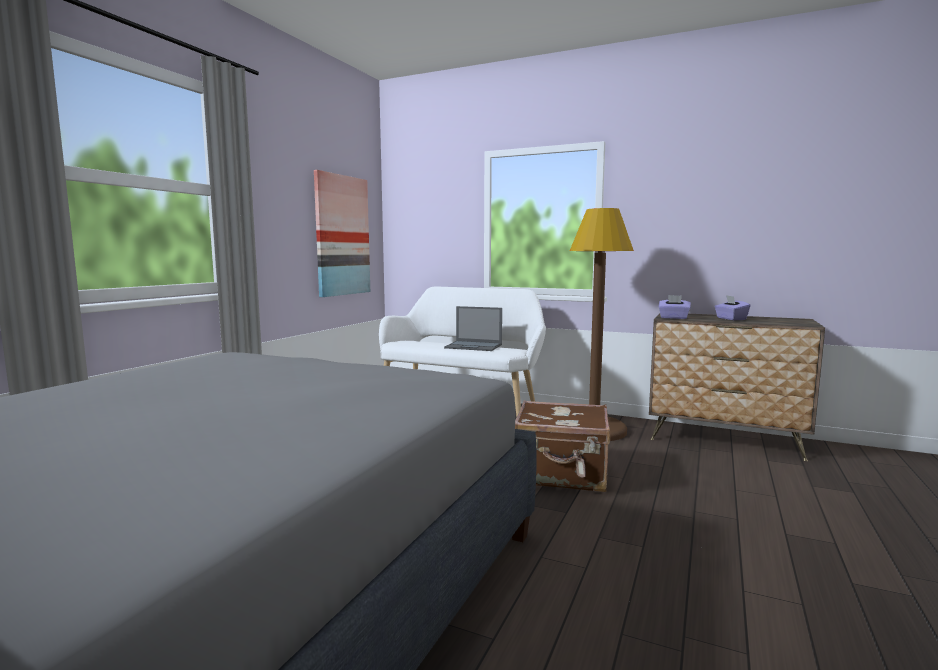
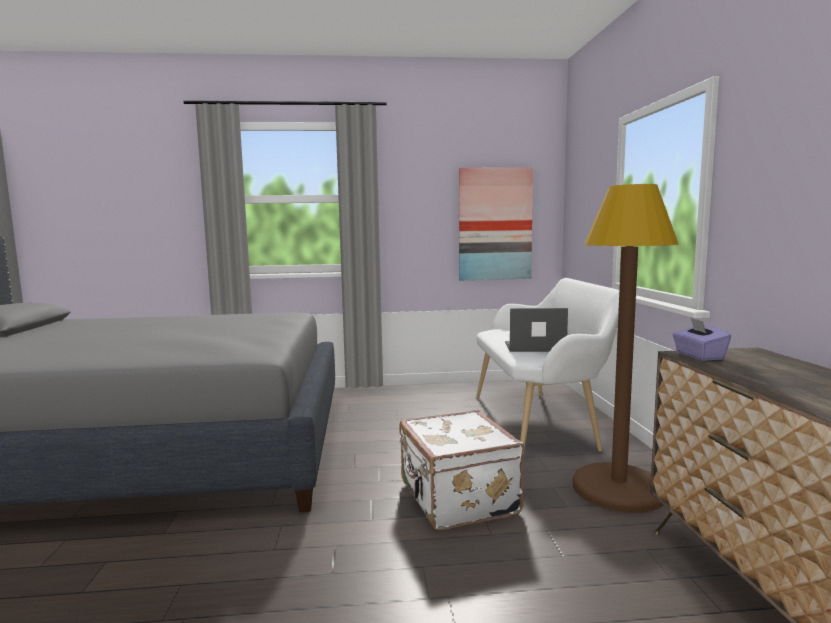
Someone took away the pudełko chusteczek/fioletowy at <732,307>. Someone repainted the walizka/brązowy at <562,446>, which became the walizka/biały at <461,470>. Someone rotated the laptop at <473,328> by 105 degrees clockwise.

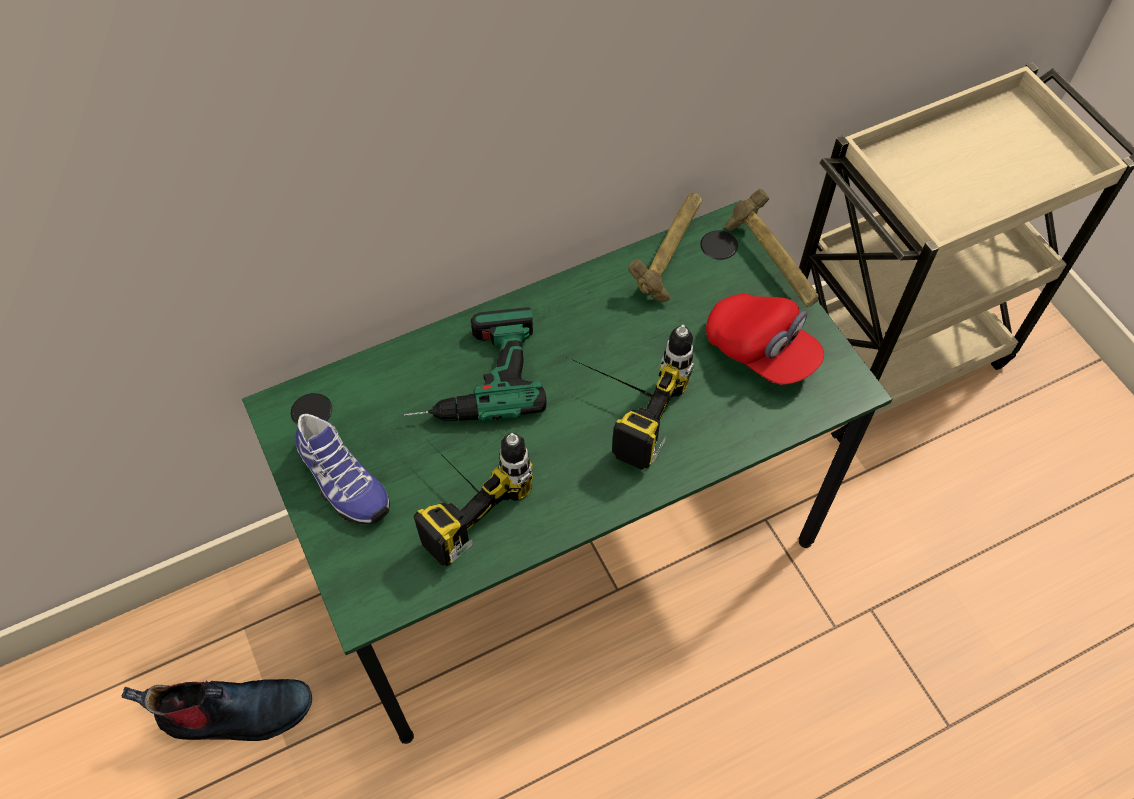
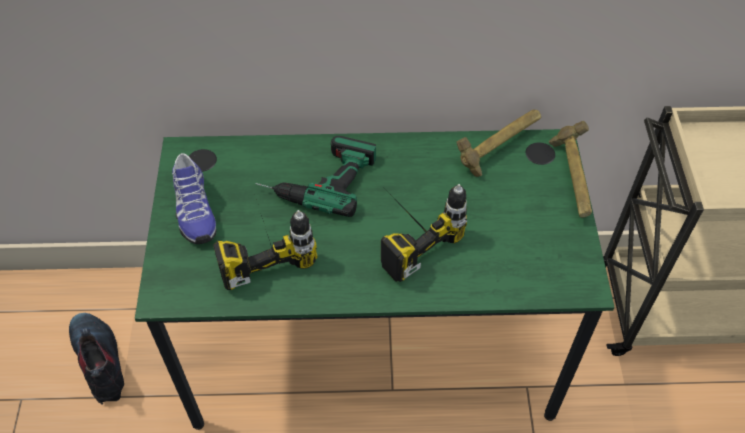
Someone took away the czapka z daszkiem/czerwony at <765,339>. Someone rotated the but z cholewką at <217,710> by 135 degrees counterclockwise.

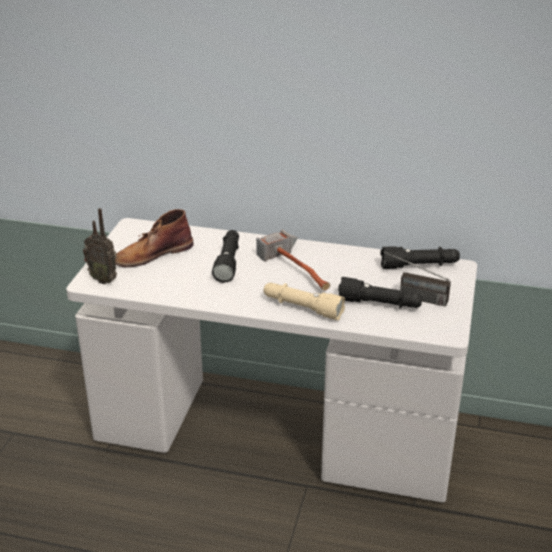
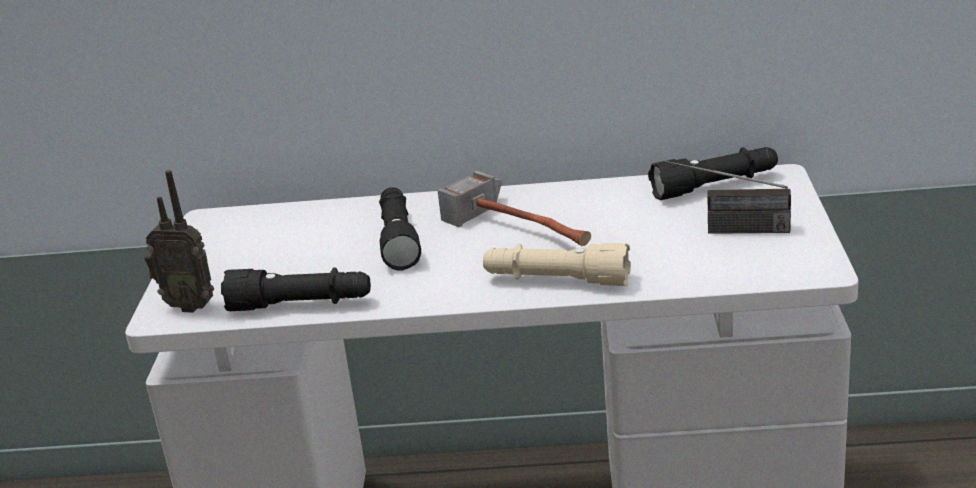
Someone took away the but z cholewką/brązowy at <154,238>. Someone carried the latarka/czarny from <380,293> to <296,289>.

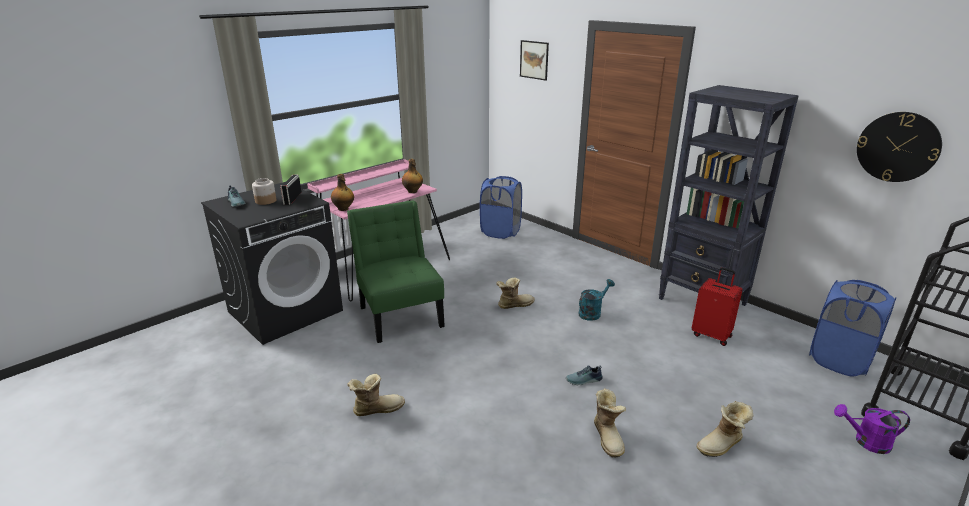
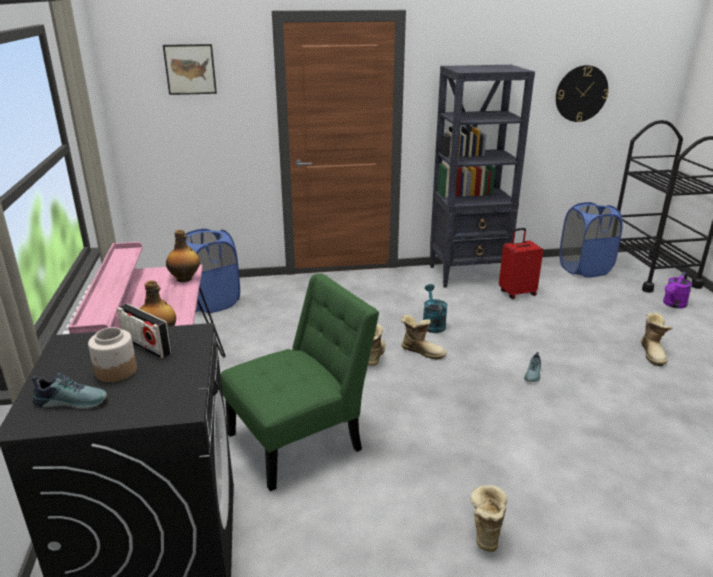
Someone carried the but z cholewką from <610,423> to <424,337>. Someone rotated the krzesło/zielony at <396,271> by 135 degrees clockwise.

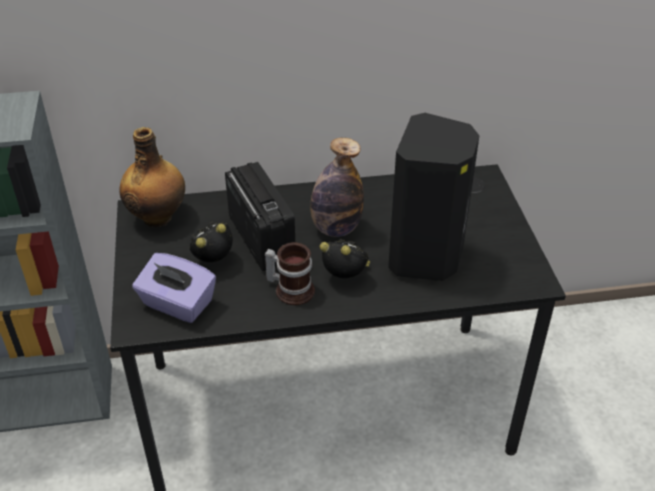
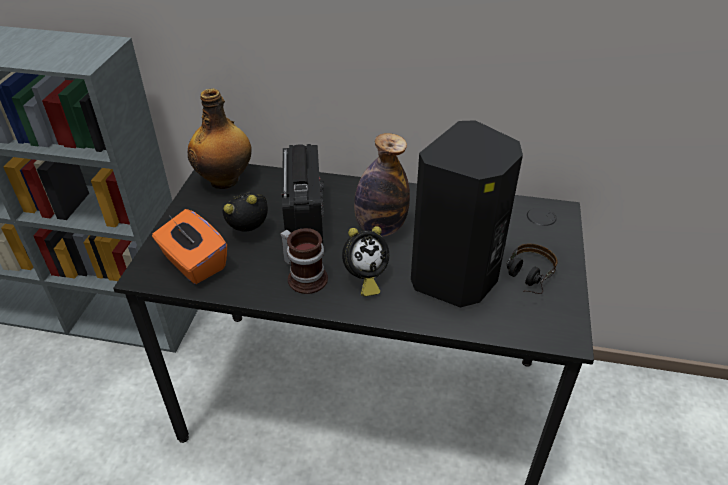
Someone put down the słuchawki at <532,269>. Someone repainted the pudełko chusteczek/fioletowy at <174,288>, which became the pudełko chusteczek/pomarańczowy at <189,246>. Someone rotated the budzik at <345,258> by 105 degrees clockwise.

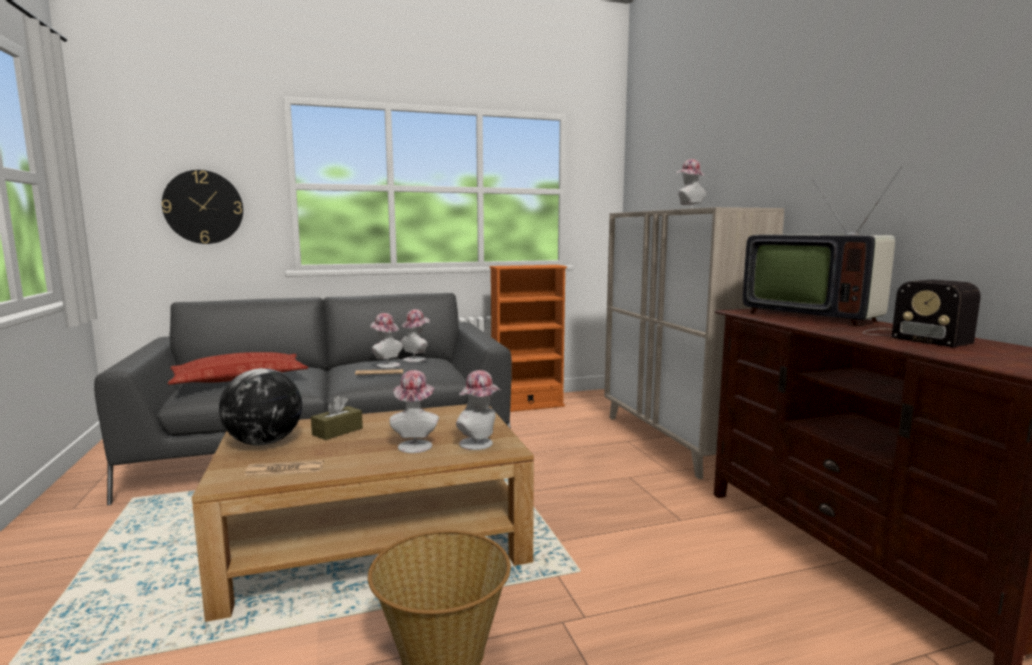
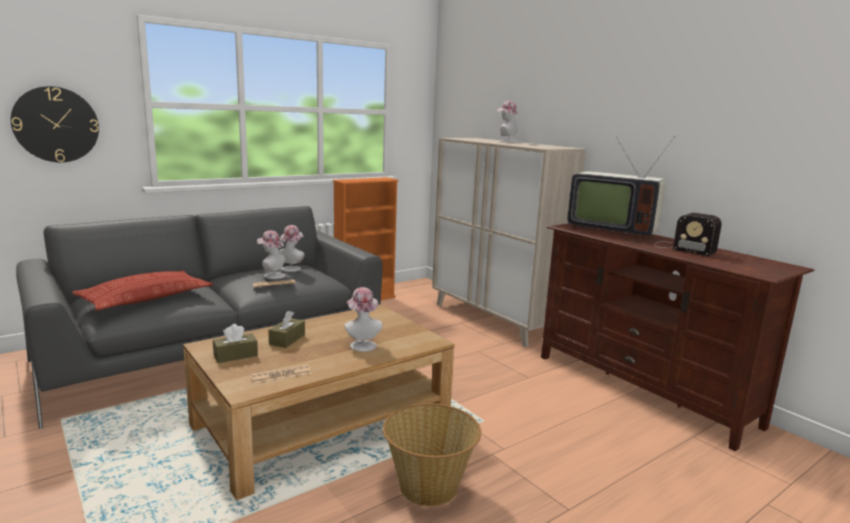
Someone took away the kapelusz at <479,410>. Someone swapped the globus at <260,407> for the pudełko chusteczek/brązowy at <235,343>.

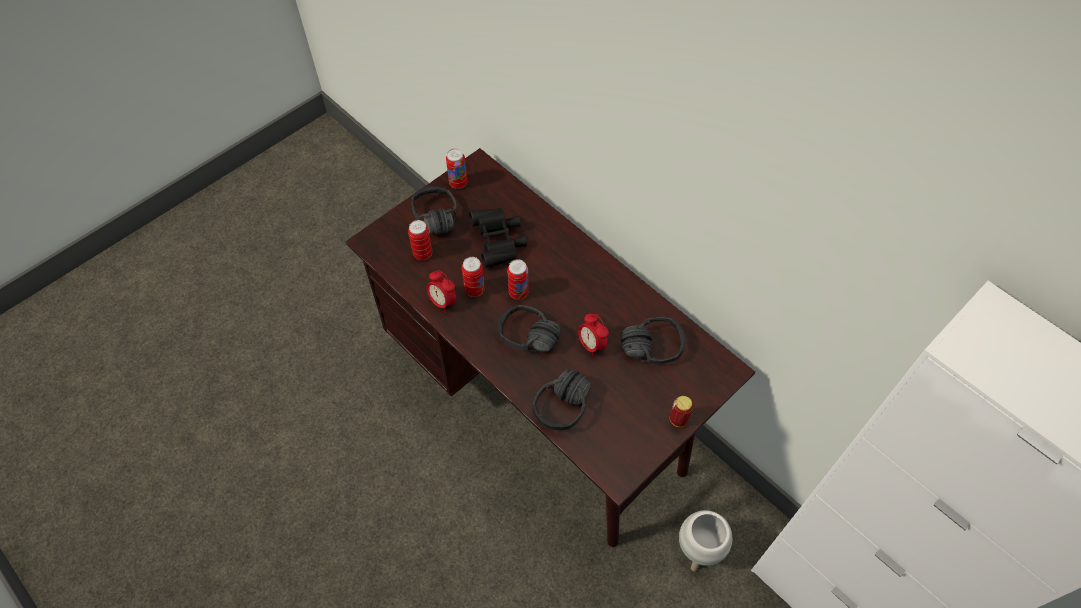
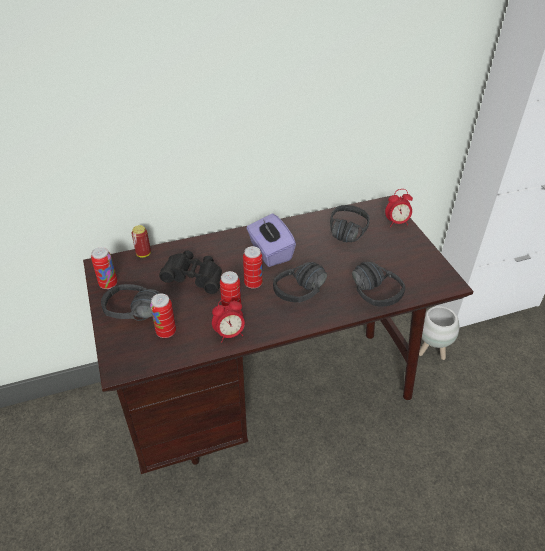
Someone put down the pudełko chusteczek/fioletowy at <271,240>. Someone carried the budzik from <593,335> to <399,208>. Someone carried the puszka from <681,411> to <141,241>.

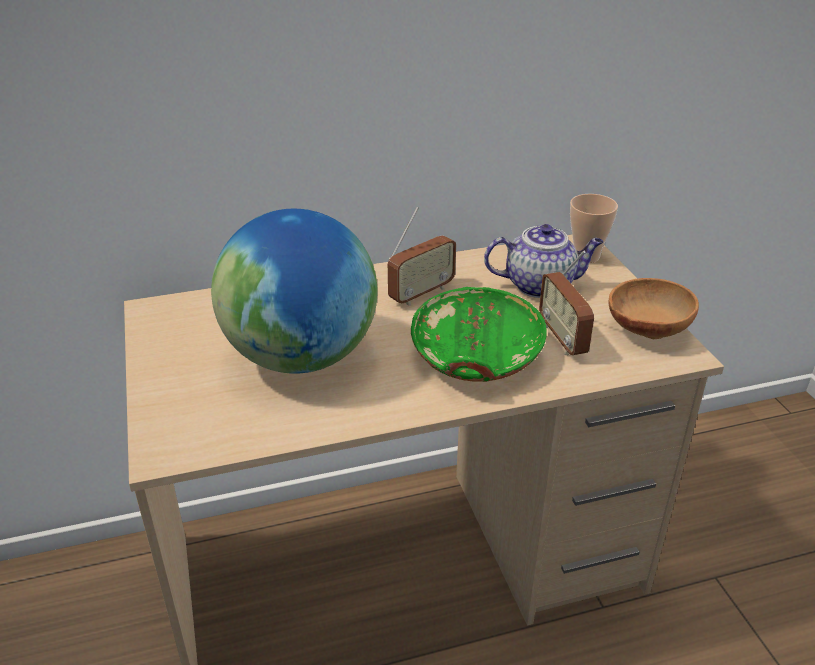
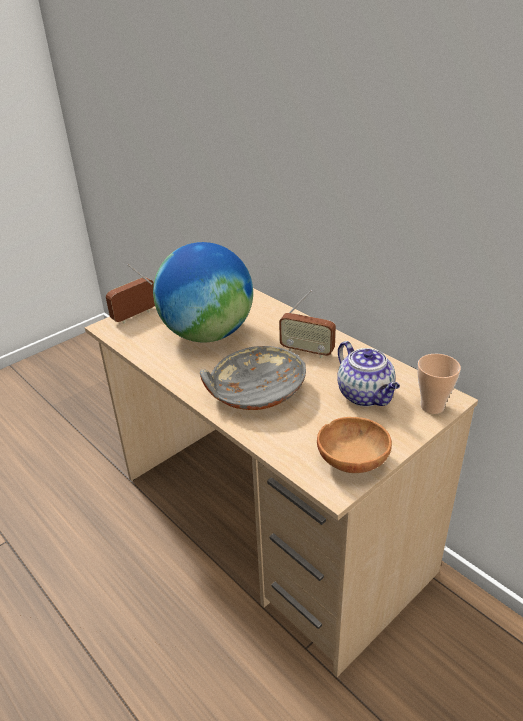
Someone carried the radio from <566,303> to <130,293>. Someone repainted the miska/zielony at <479,334>, which became the miska/szary at <253,378>.

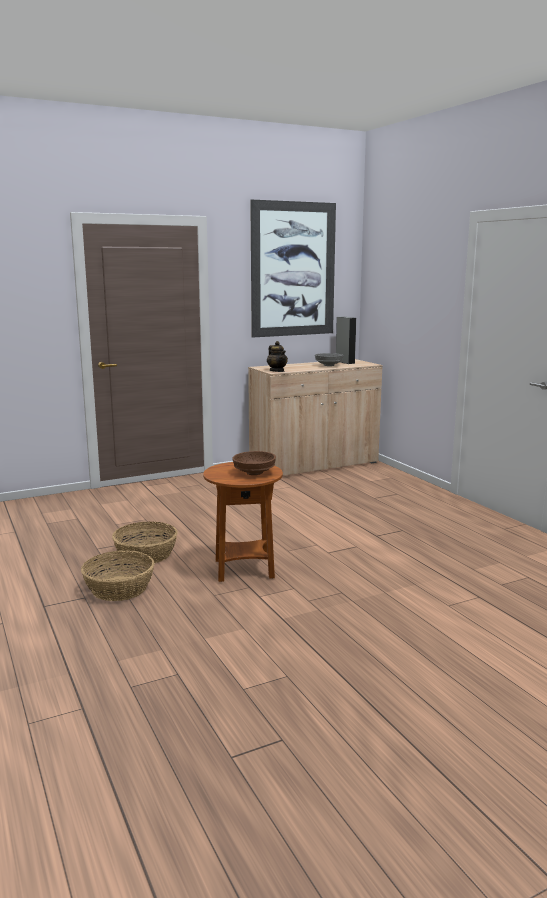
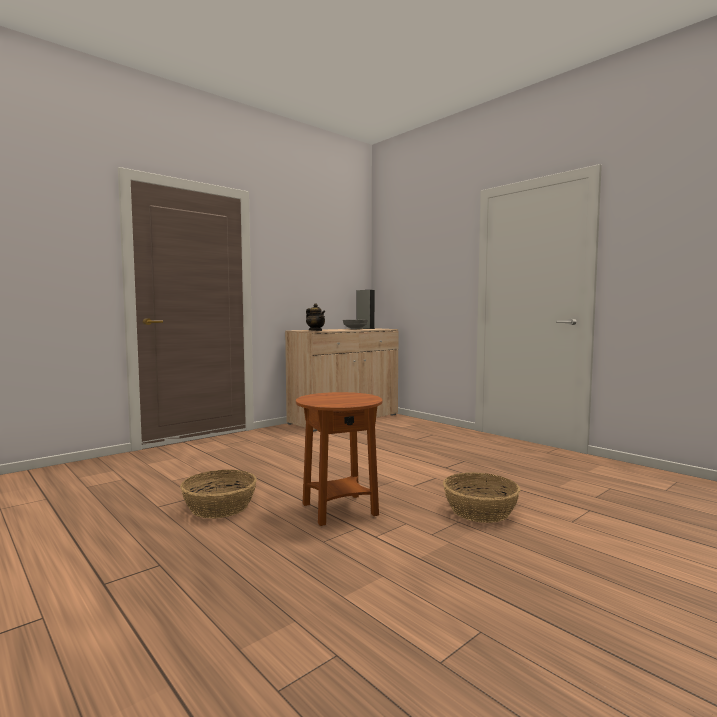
Someone took away the miska/brązowy at <254,463>. Someone took away the obraz at <293,269>. Someone carried the koszyk from <118,575> to <481,497>.

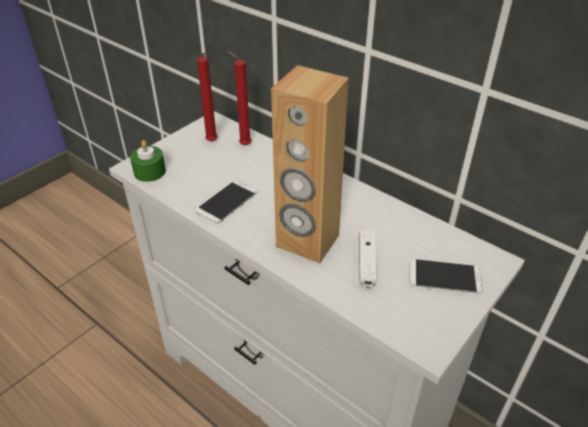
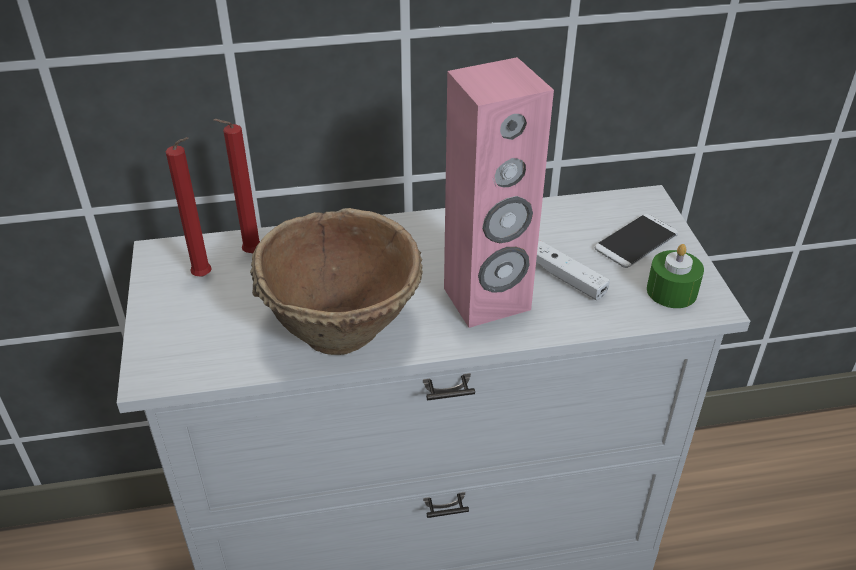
Someone carried the świeca/zielony from <148,161> to <675,276>. Someone swapped the telefon at <226,202> for the miska/brązowy at <336,281>. Someone repainted the głośnik/brązowy at <310,164>, which became the głośnik/różowy at <499,192>.

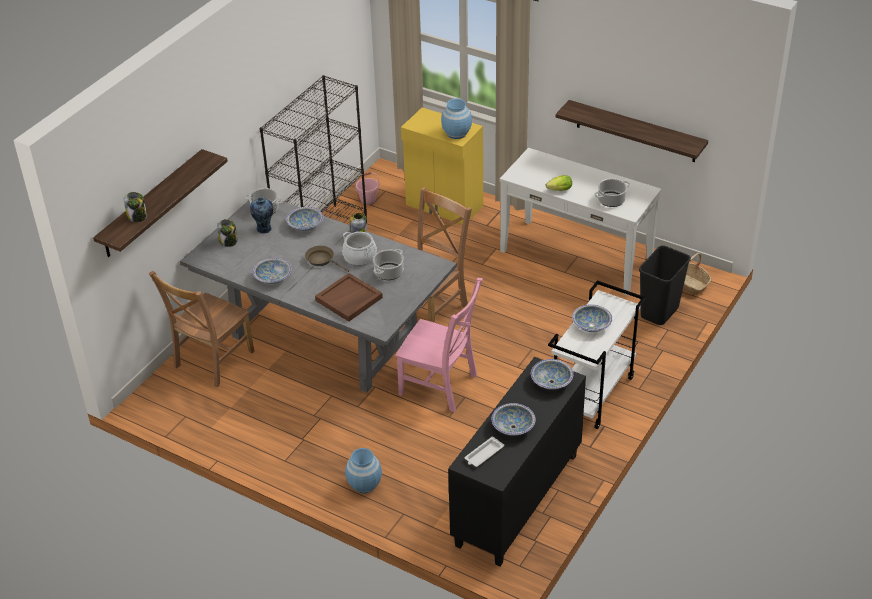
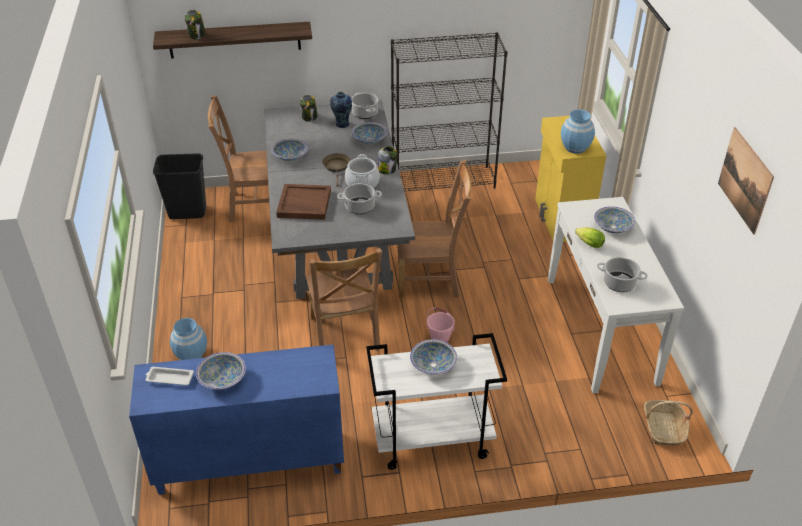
Someone took away the półka at <632,131>. Someone put up the obraz at <746,181>. Someone carried the wiadro/różowy from <367,188> to <441,325>. Someone carried the miska from <552,374> to <614,219>. Someone carried the kosz na śmieci/czarny from <665,285> to <179,186>. Someone repainted the krzesło/różowy at <439,345>, which became the krzesło/brązowy at <344,299>. Someone repainted the szafka/czarny at <517,462>, which became the szafka/niebieski at <236,419>.

